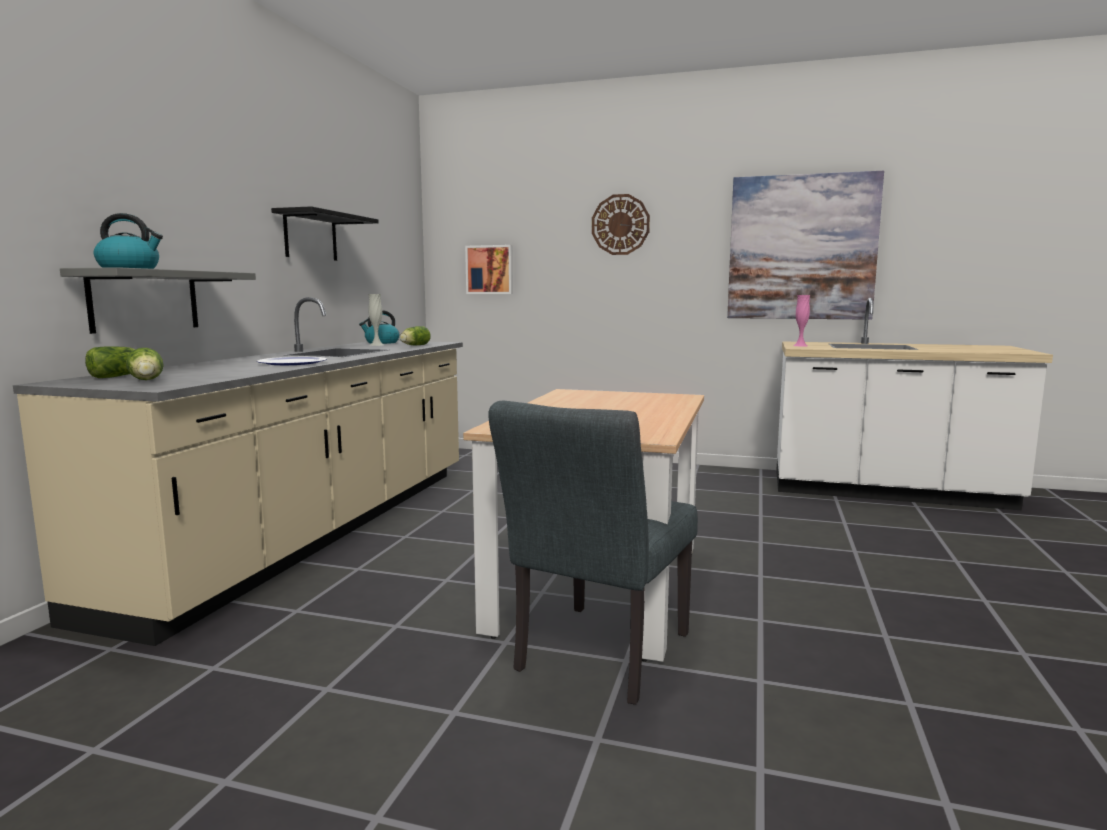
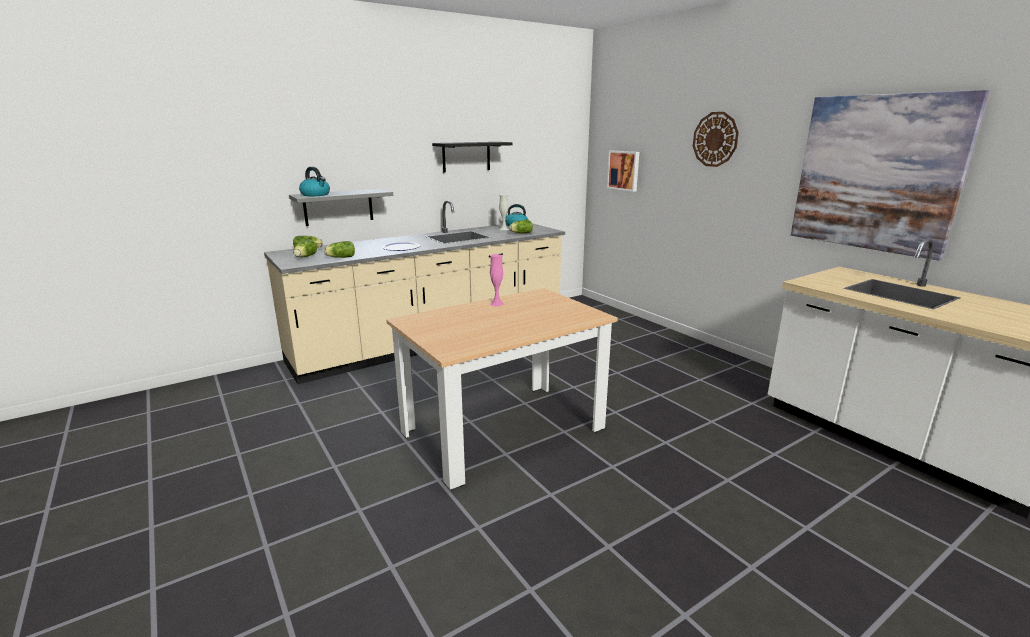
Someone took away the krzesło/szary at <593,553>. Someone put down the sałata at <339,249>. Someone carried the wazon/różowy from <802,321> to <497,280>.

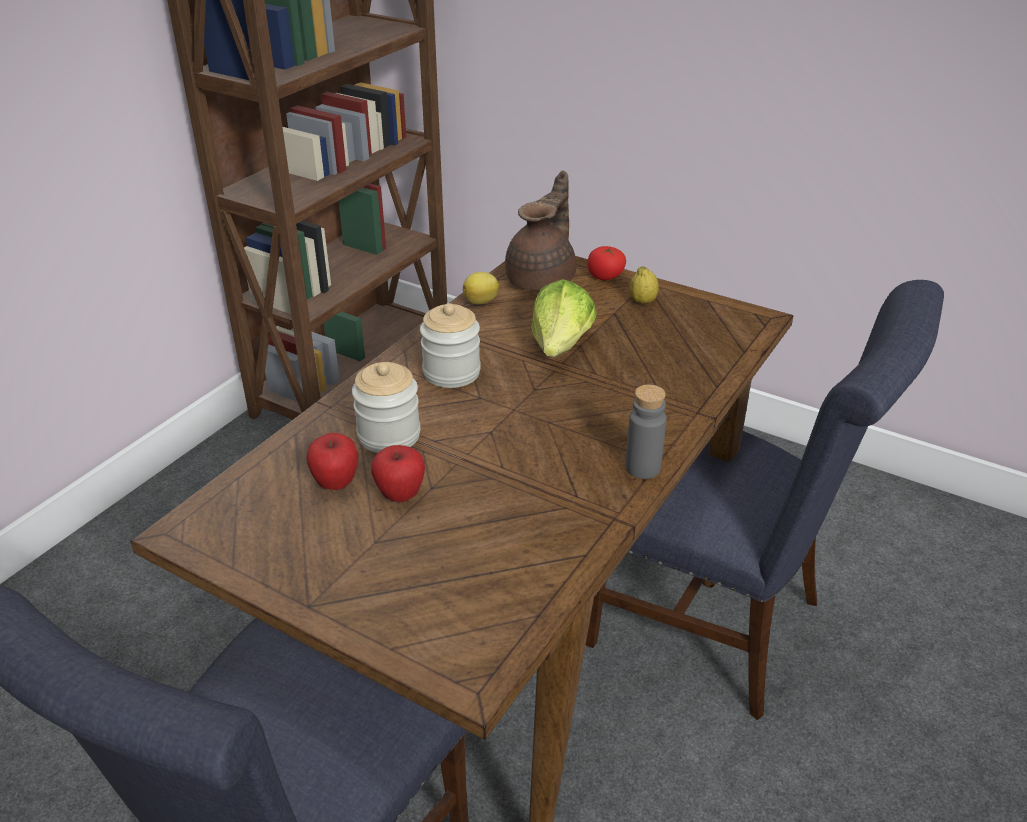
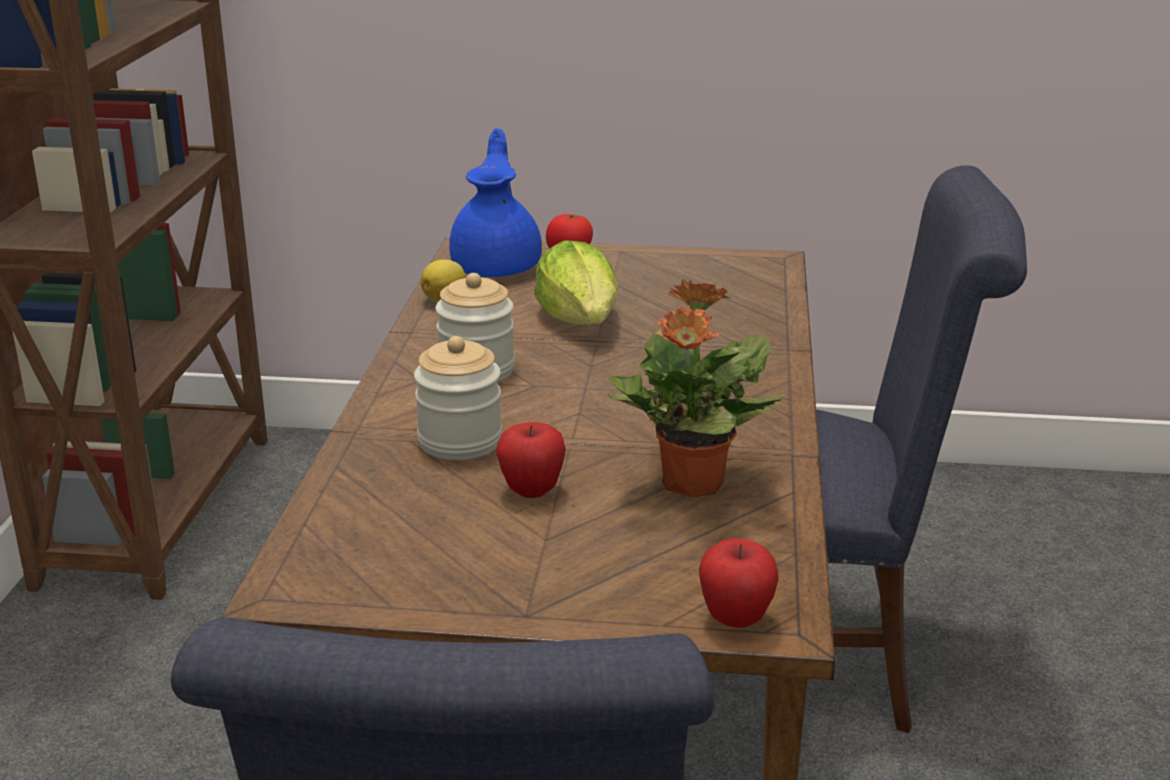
Someone took away the butelka/szary at <646,431>. Someone took away the cytryna at <644,285>. Someone put down the roślina doniczkowa at <695,388>. Someone carried the jabłko from <332,461> to <739,583>. Someone repainted the imbryk/brązowy at <540,230>, which became the imbryk/niebieski at <495,202>.

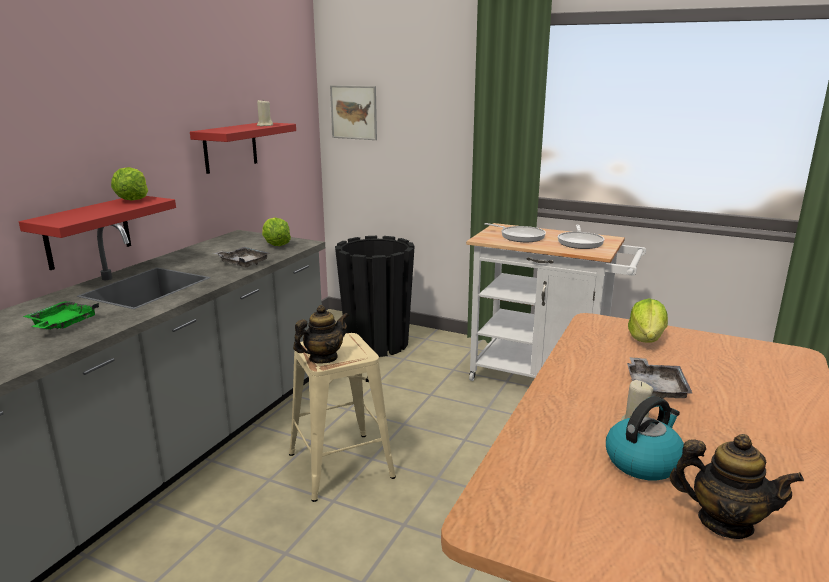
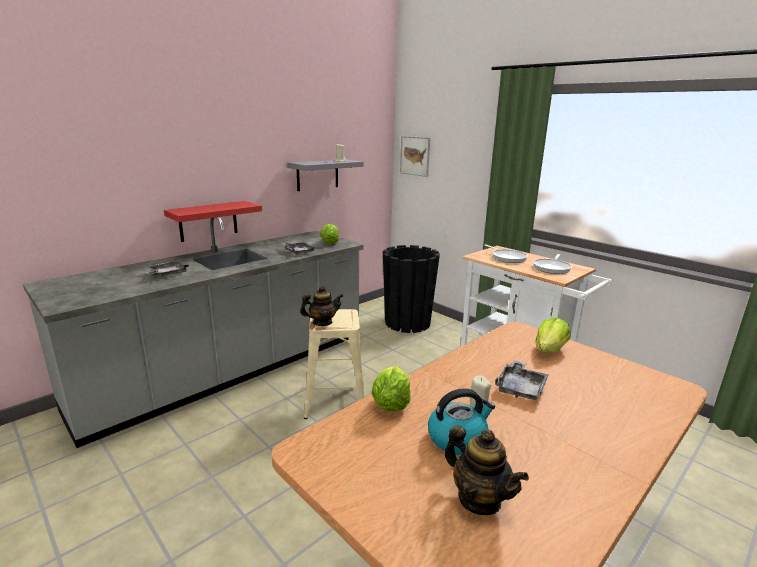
Someone carried the sałata from <129,183> to <391,388>. Someone repainted the taca/zielony at <61,315>, which became the taca/szary at <167,269>. Someone repainted the półka/czerwony at <243,148>, which became the półka/szary at <325,175>.

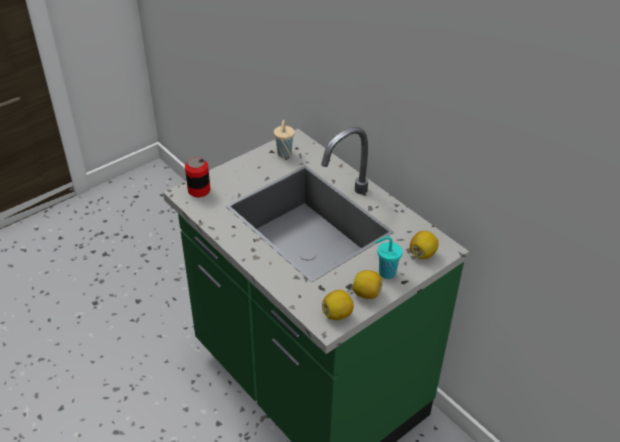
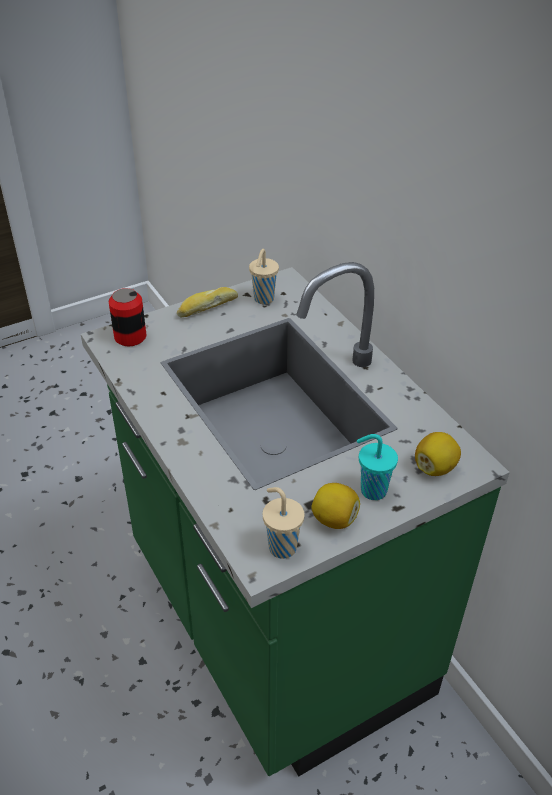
Someone put down the chleb at <207,302>. Someone swapped the cytryna at <338,305> for the filiżanka/beżowy at <283,523>.

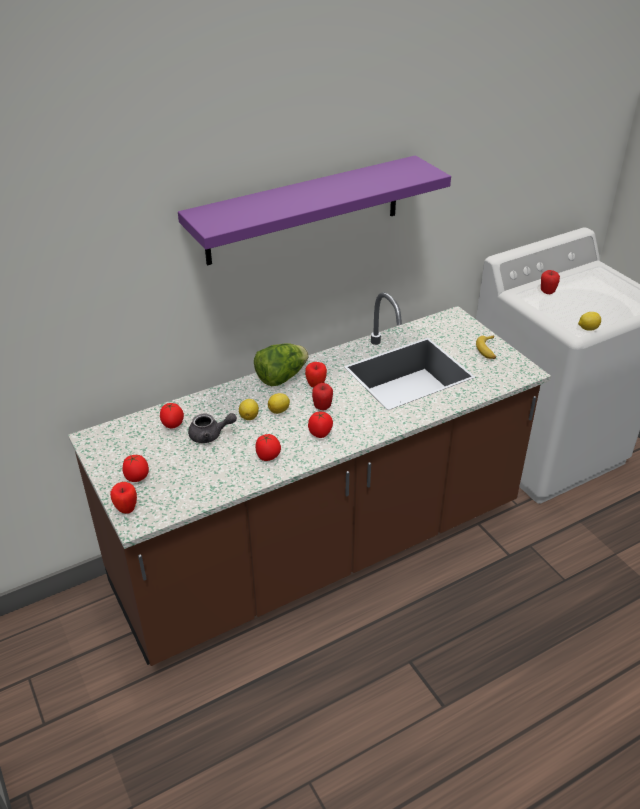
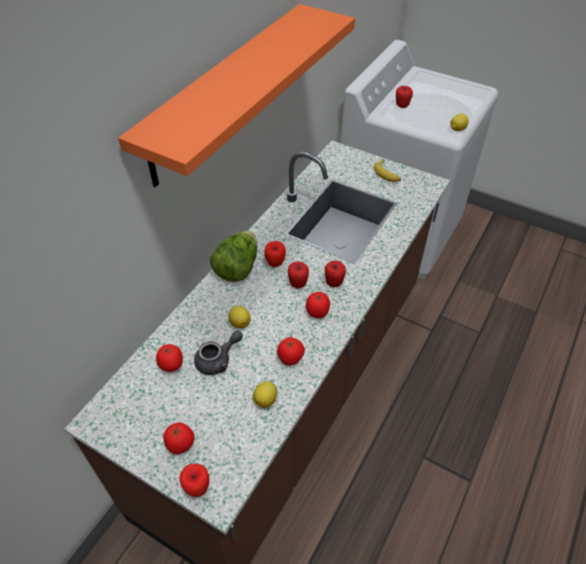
Someone put down the jabłko at <335,274>. Someone carried the cytryna from <279,403> to <265,394>. Someone repainted the półka/fioletowy at <314,210>, which became the półka/pomarańczowy at <236,95>.

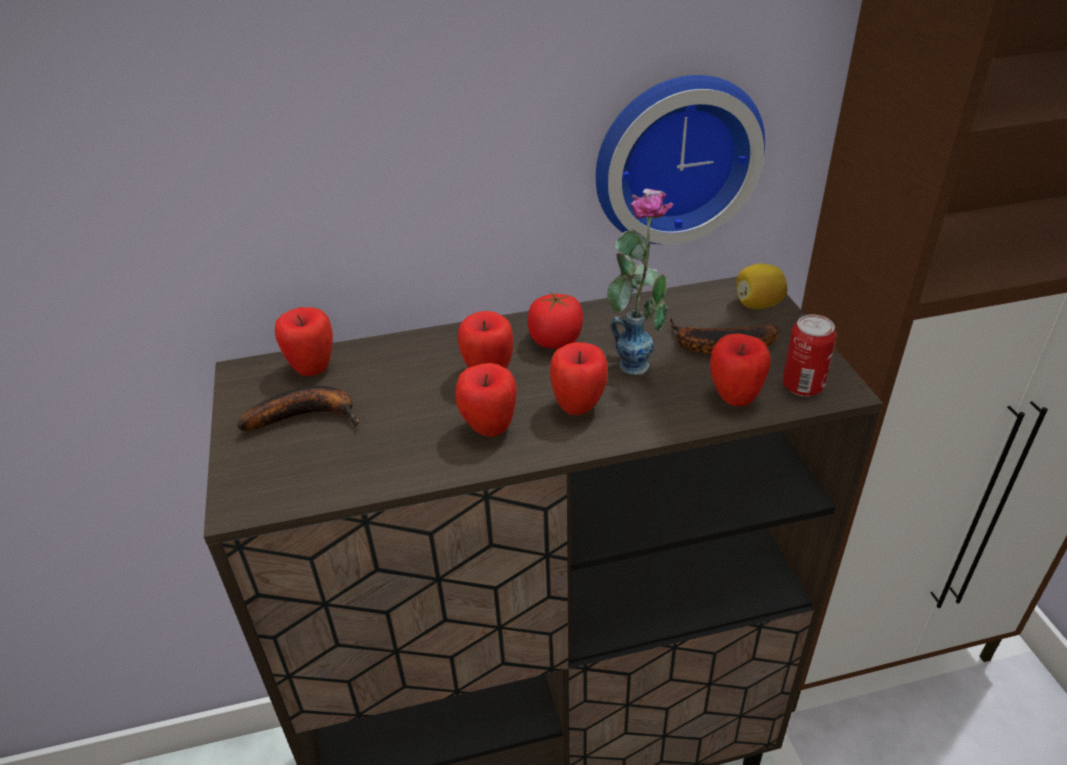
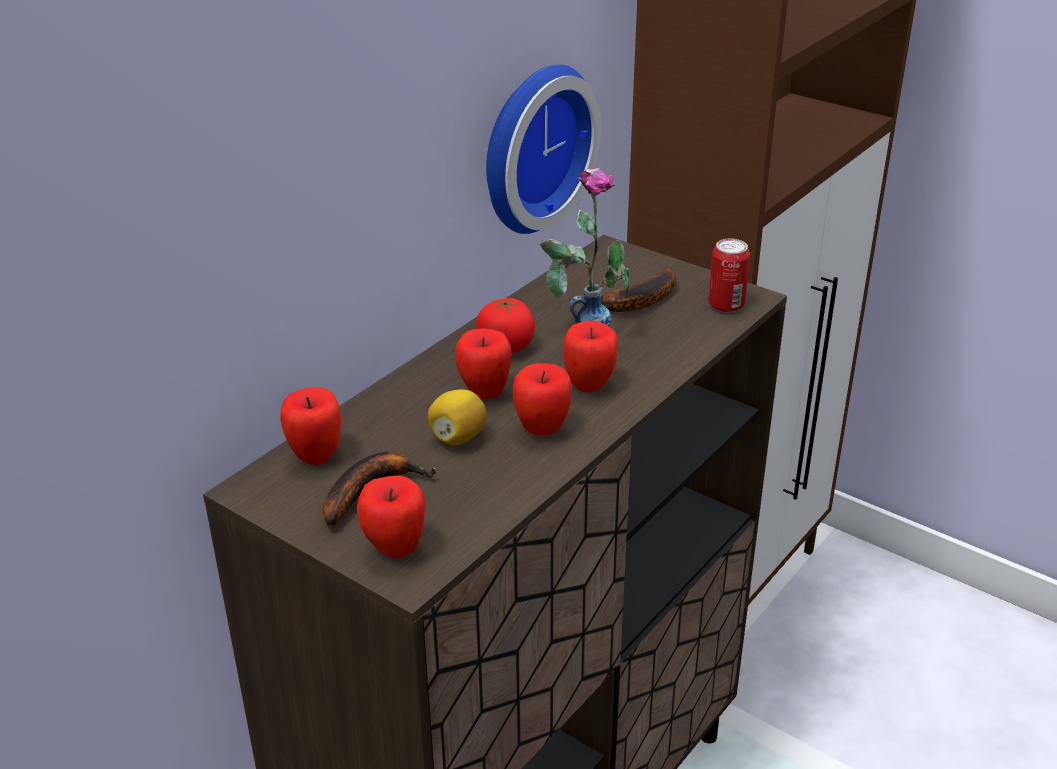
Someone carried the jabłko from <740,369> to <391,517>. Someone carried the cytryna from <761,286> to <457,417>.

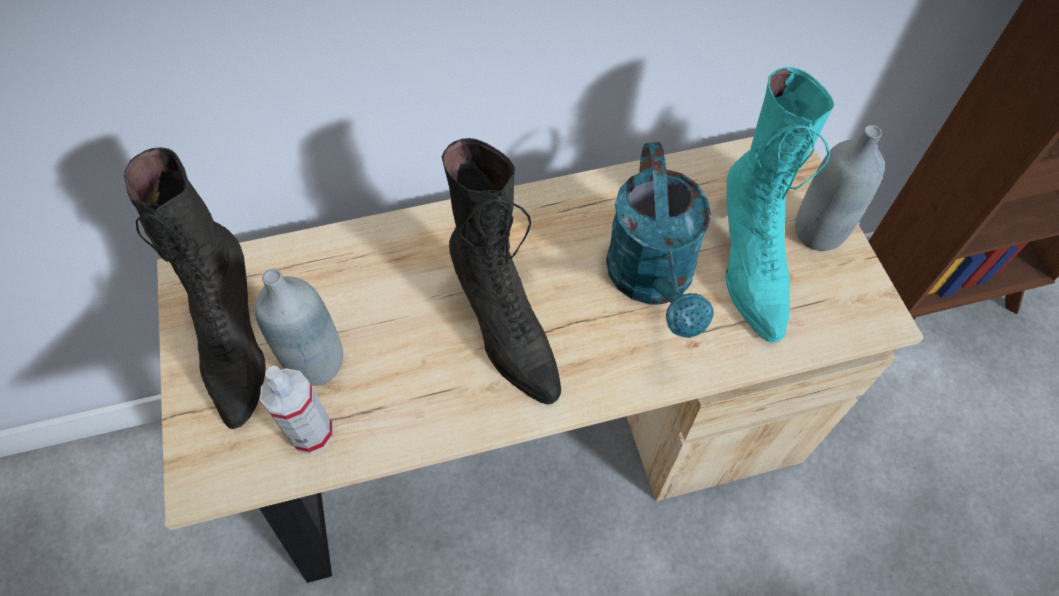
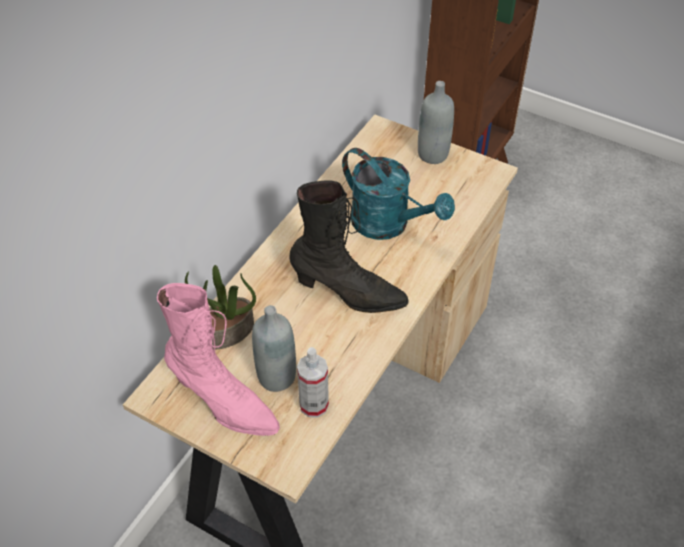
Someone took away the but z cholewką/turkusowy at <780,205>. Someone put down the roślina doniczkowa at <220,307>. Someone repainted the but z cholewką/czarny at <195,288>, which became the but z cholewką/różowy at <218,359>.

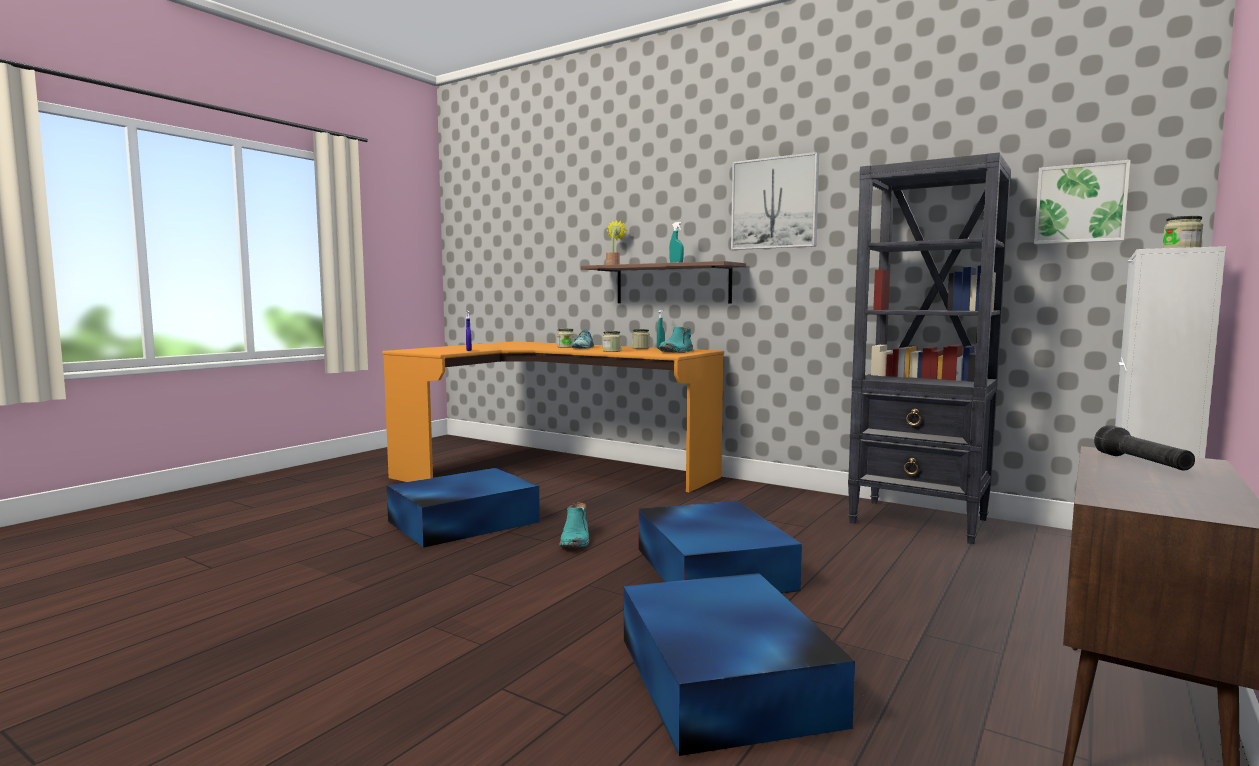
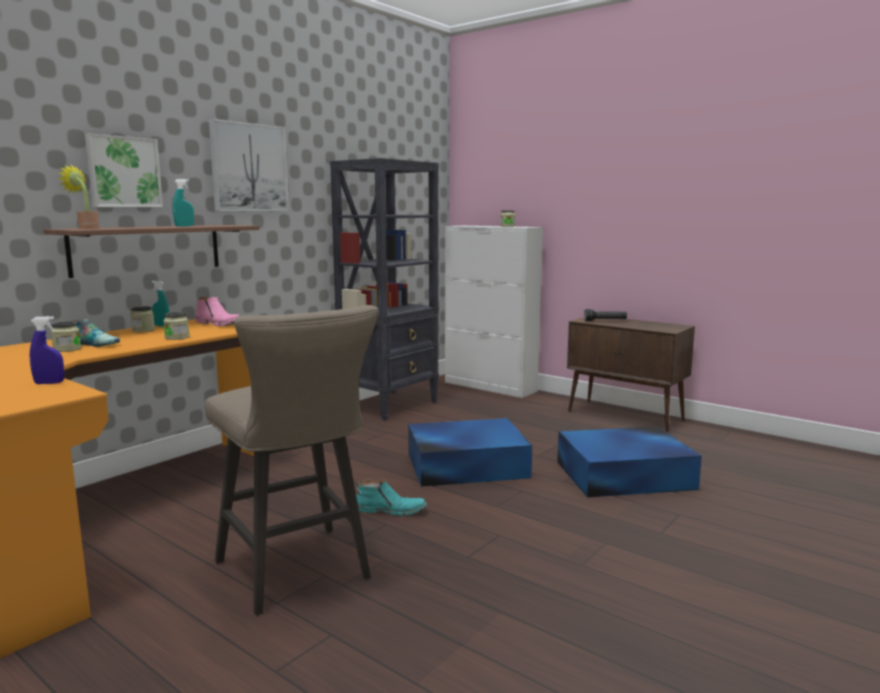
Someone carried the obraz from <1082,202> to <124,170>. Someone swapped the pojemnik do przechowywania/niebieski at <463,508> for the stołek/beżowy at <292,460>. Someone repainted the but z cholewką/turkusowy at <676,340>, which became the but z cholewką/różowy at <218,311>.

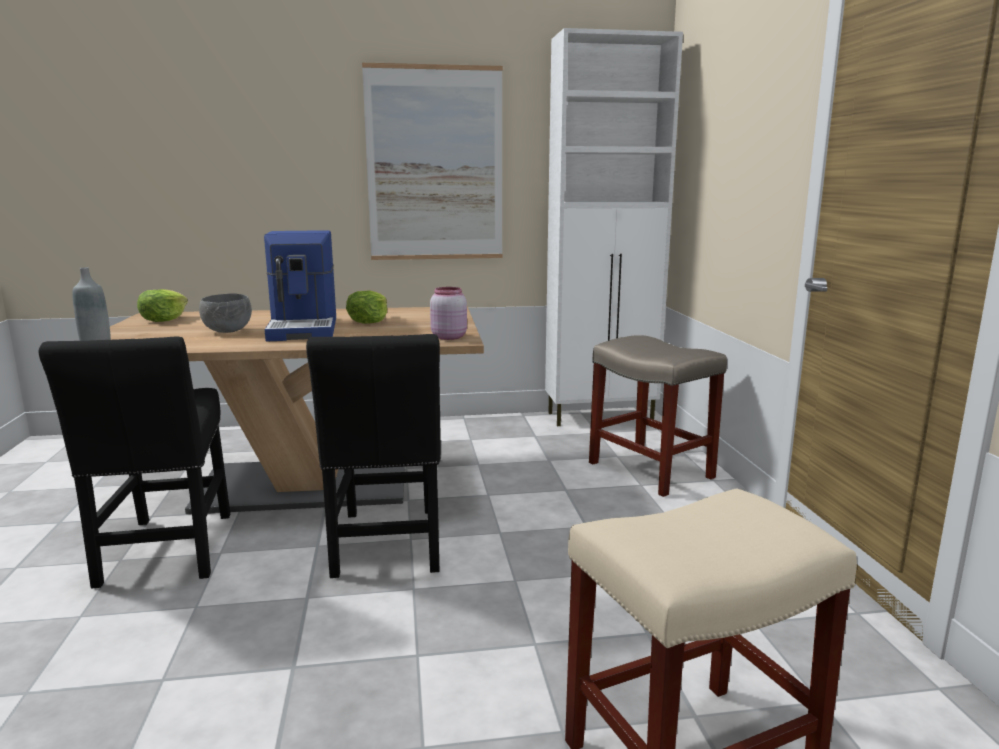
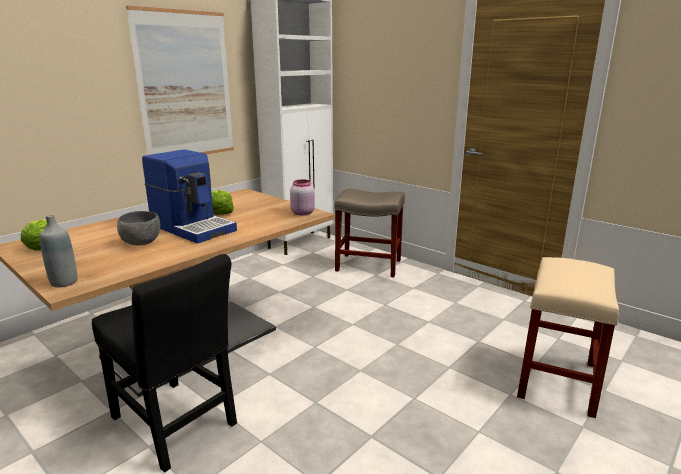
Someone took away the krzesło/czarny at <373,456>.

